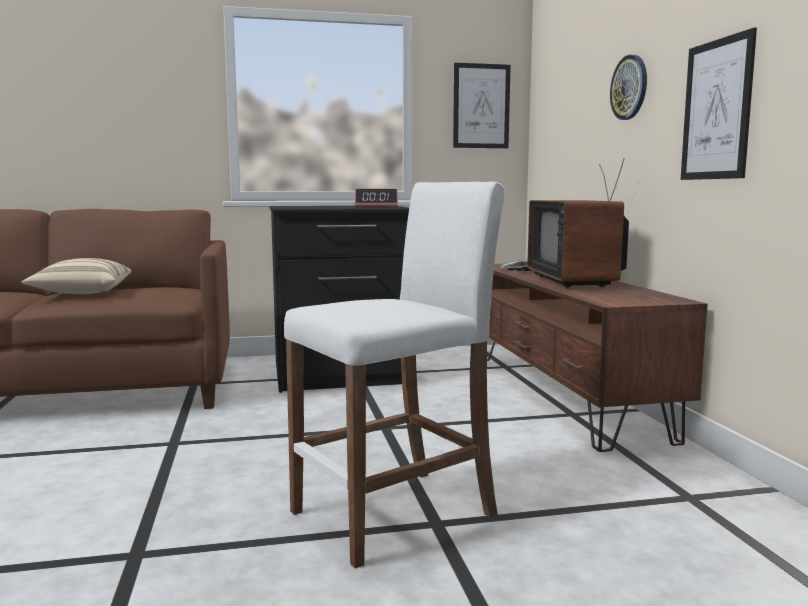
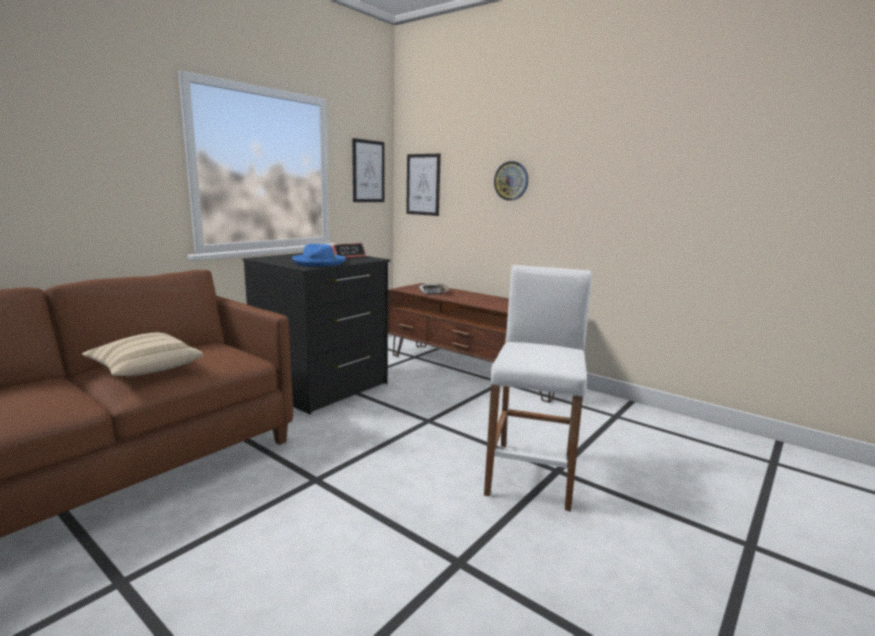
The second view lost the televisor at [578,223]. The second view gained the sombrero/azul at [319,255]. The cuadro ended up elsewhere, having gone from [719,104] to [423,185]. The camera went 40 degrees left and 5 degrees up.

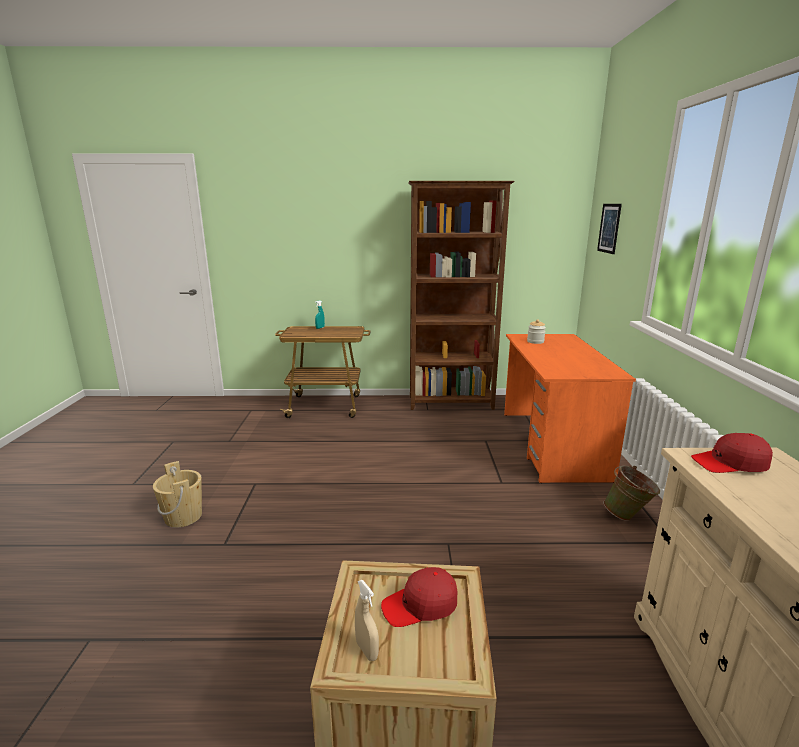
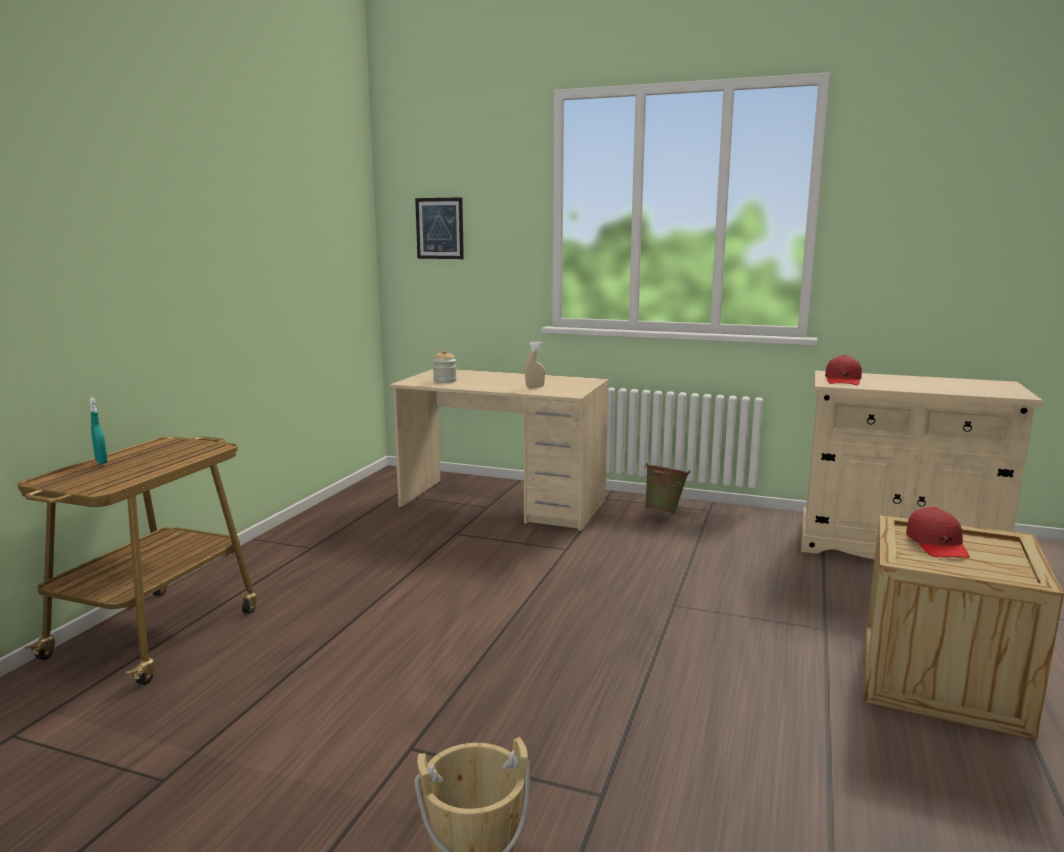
The second view lost the estantería/marrón at [461,295]. The pulverizador/beis ended up elsewhere, having gone from [367,620] to [535,364]. What was the escritorio/naranja at [570,408] turned into the escritorio/beis at [499,450]. The camera went 70 degrees left and 5 degrees down.

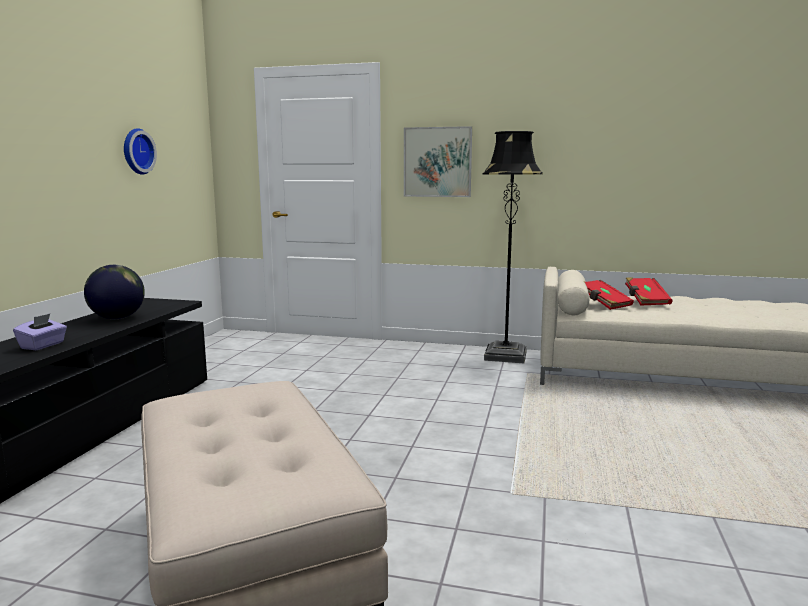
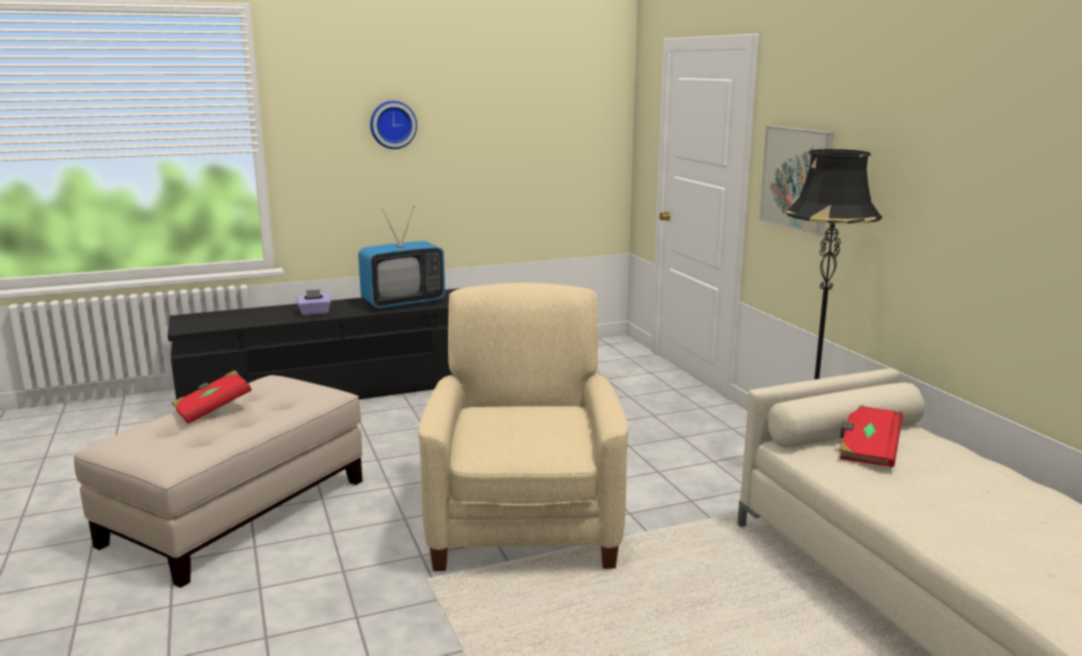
The second view gained the sillón/beis at [523,427]. The reloj de pared ended up elsewhere, having gone from [140,151] to [393,125]. The libro/rojo ended up elsewhere, having gone from [648,291] to [212,397]. Where the globo terráqueo stood at [114,292], the televisor came to stand at [401,258]. The camera went 55 degrees right and 5 degrees up.

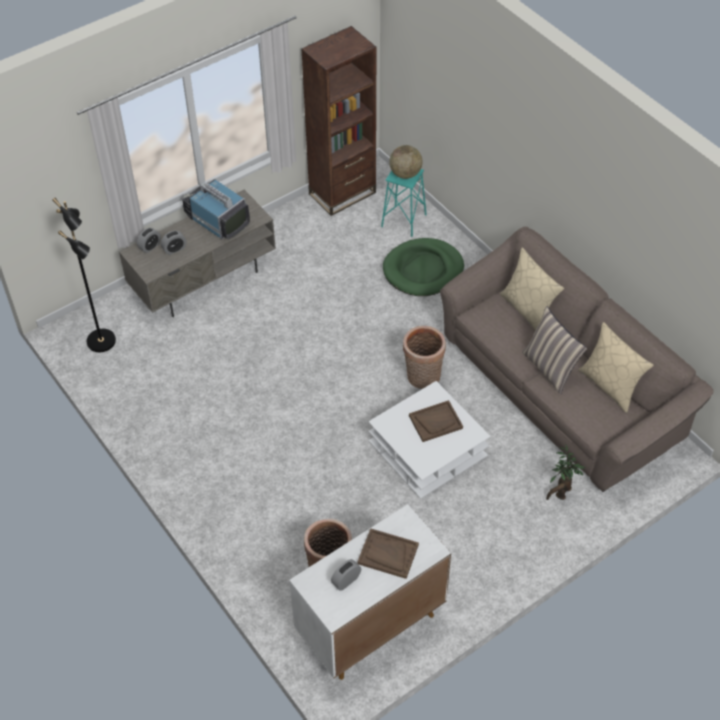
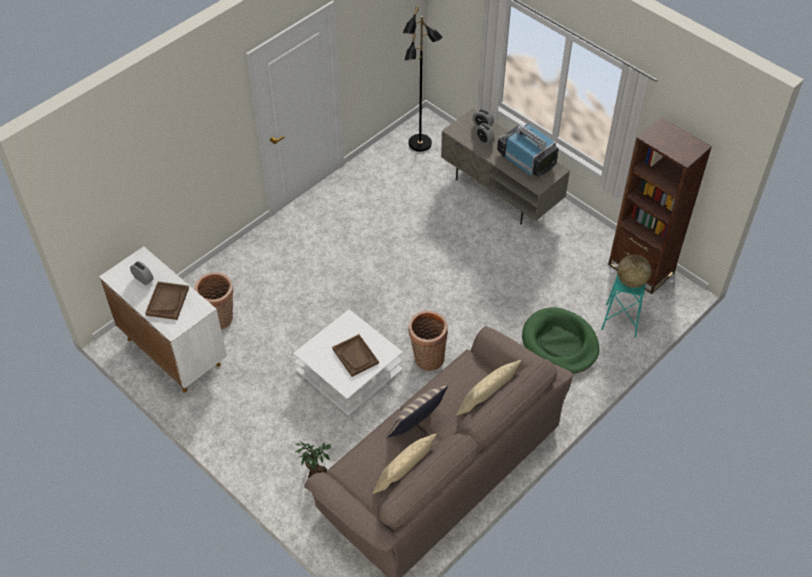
The televisor at [216,209] ended up facing another way, 75 degrees counterclockwise from before. The camera went 80 degrees right and 0 degrees up.

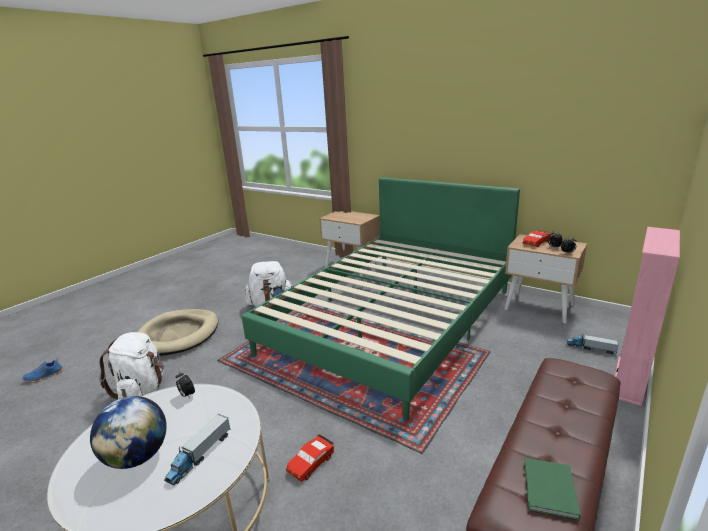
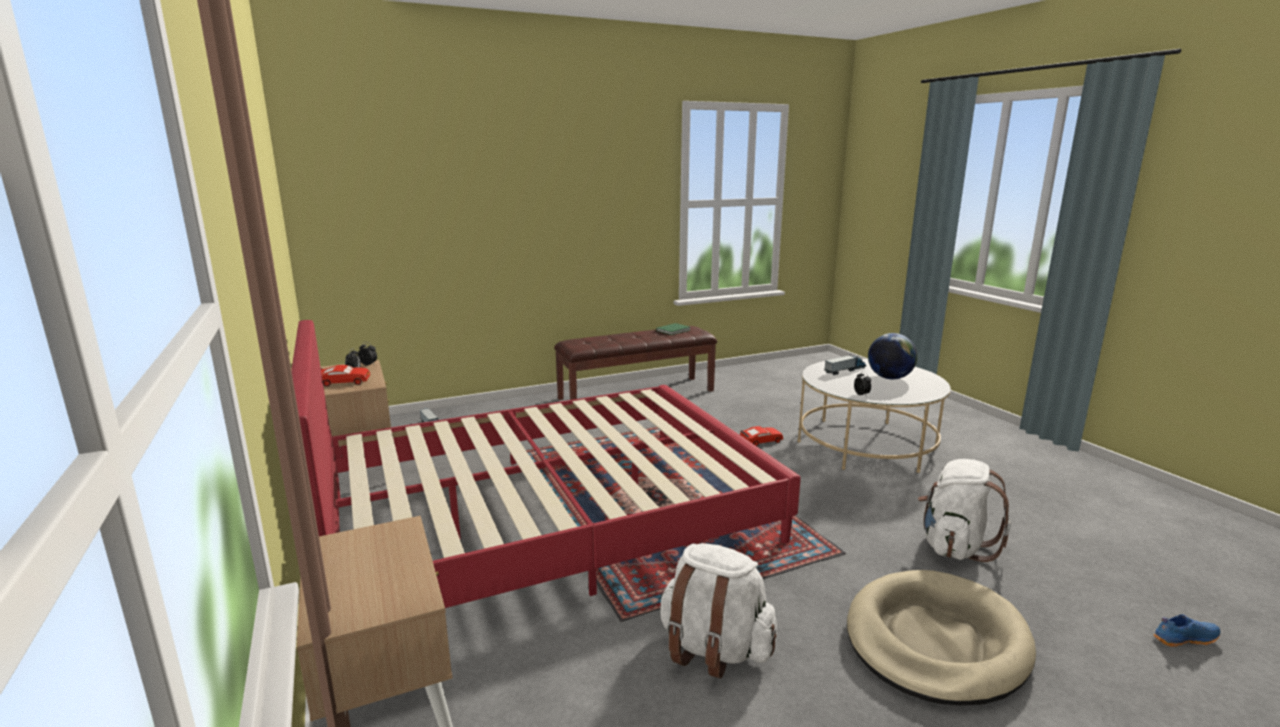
The second view lost the estantería/rosa at [647,317]. What was the cama/verde at [381,298] turned into the cama/rojo at [546,464]. The camera went 150 degrees left and 5 degrees down.

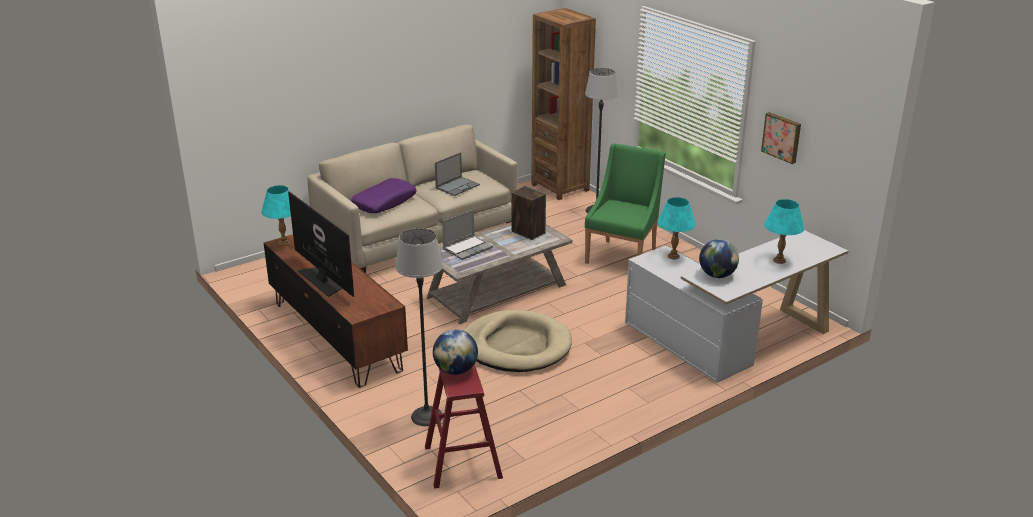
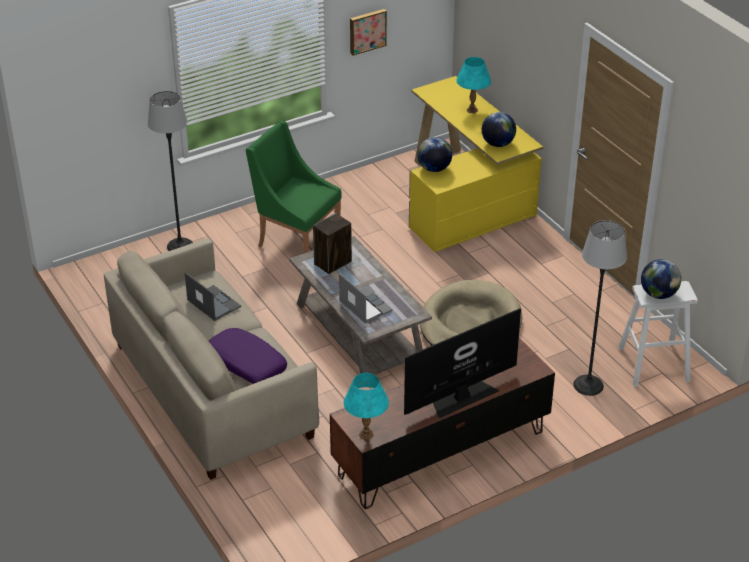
The second view lost the estantería/marrón at [563,104]. Where the lámpara de mesa/turquesa stood at [676,228], the globo terráqueo came to stand at [434,154]. What was the taburete/rojo at [464,426] turned into the taburete/blanco at [658,334]. What was the escritorio/blanco at [736,306] turned into the escritorio/amarillo at [476,164]. The camera went 85 degrees left and 10 degrees up.

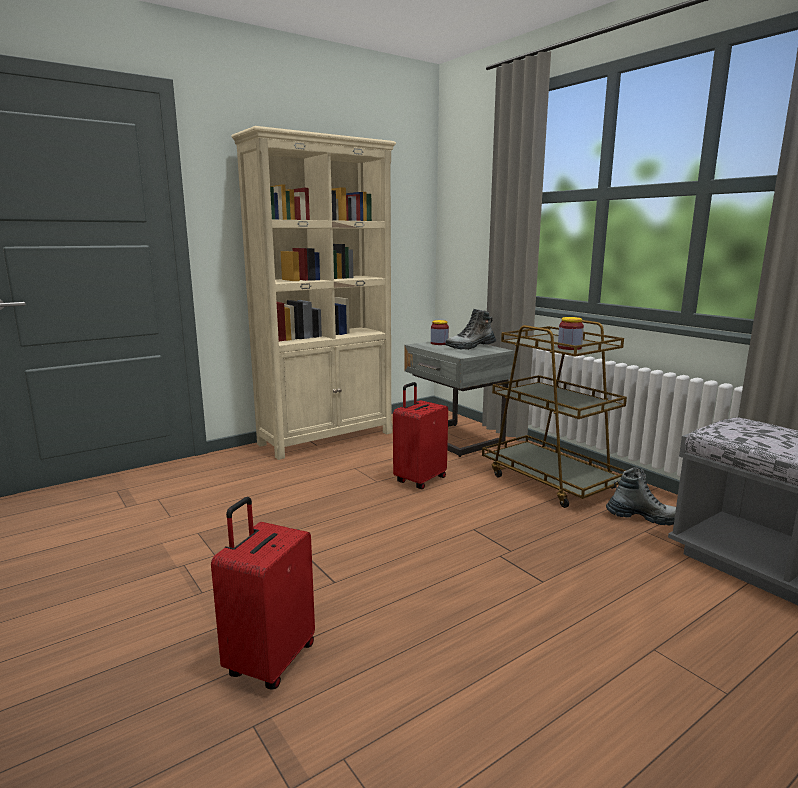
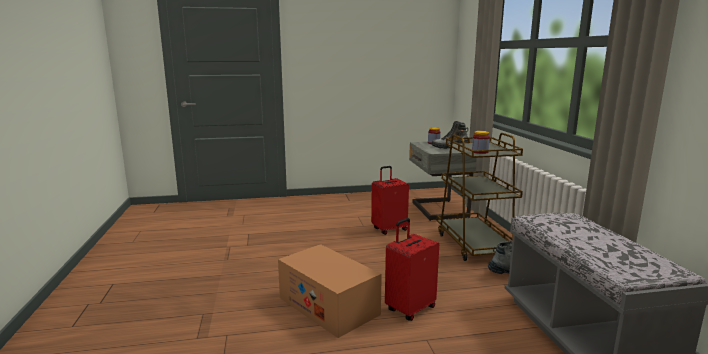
The second view lost the estantería/beis at [313,293]. The second view gained the caja de cartón at [330,291]. The maleta/rojo ended up elsewhere, having gone from [263,593] to [412,269]. The camera went 25 degrees right and 0 degrees up.

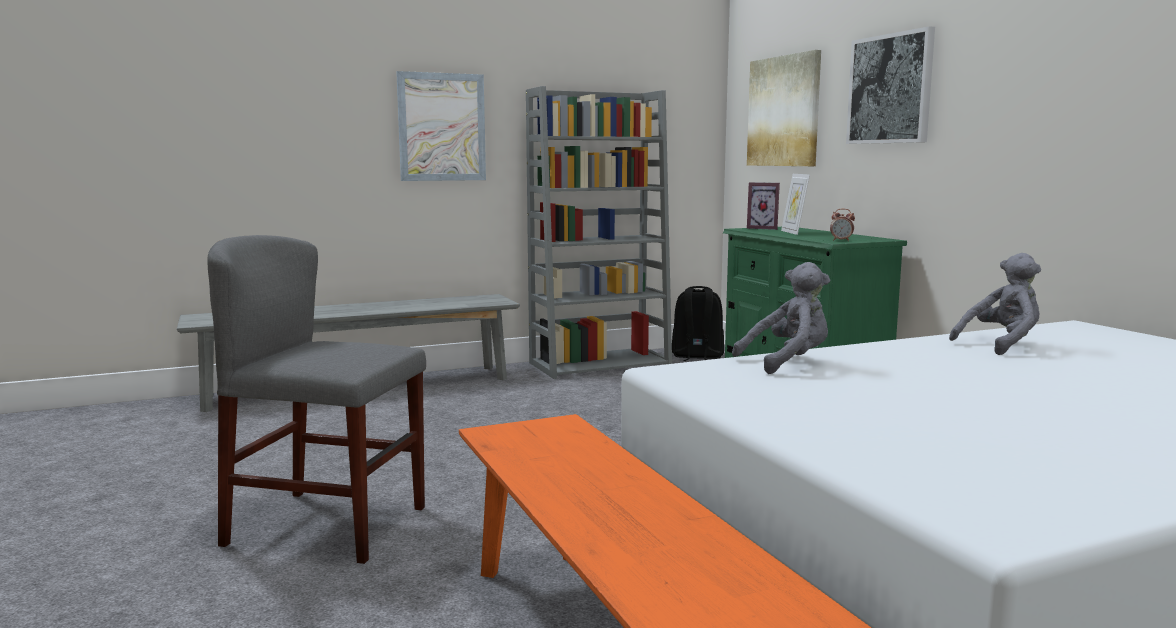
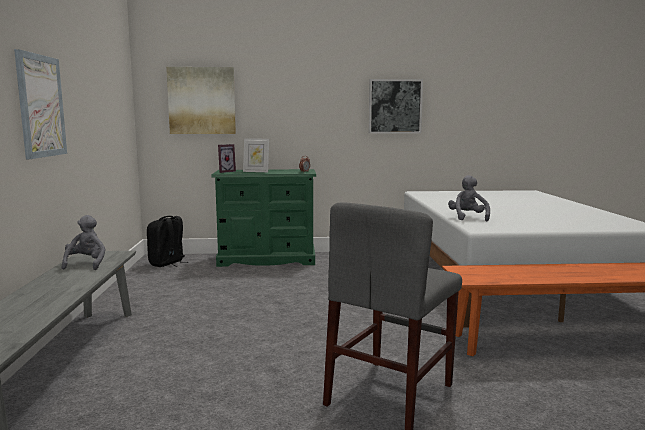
The second view lost the estantería/gris at [599,232]. The cuadro ended up elsewhere, having gone from [890,85] to [396,106]. The peluche/gris ended up elsewhere, having gone from [995,304] to [84,242]. The camera went 70 degrees left and 0 degrees up.

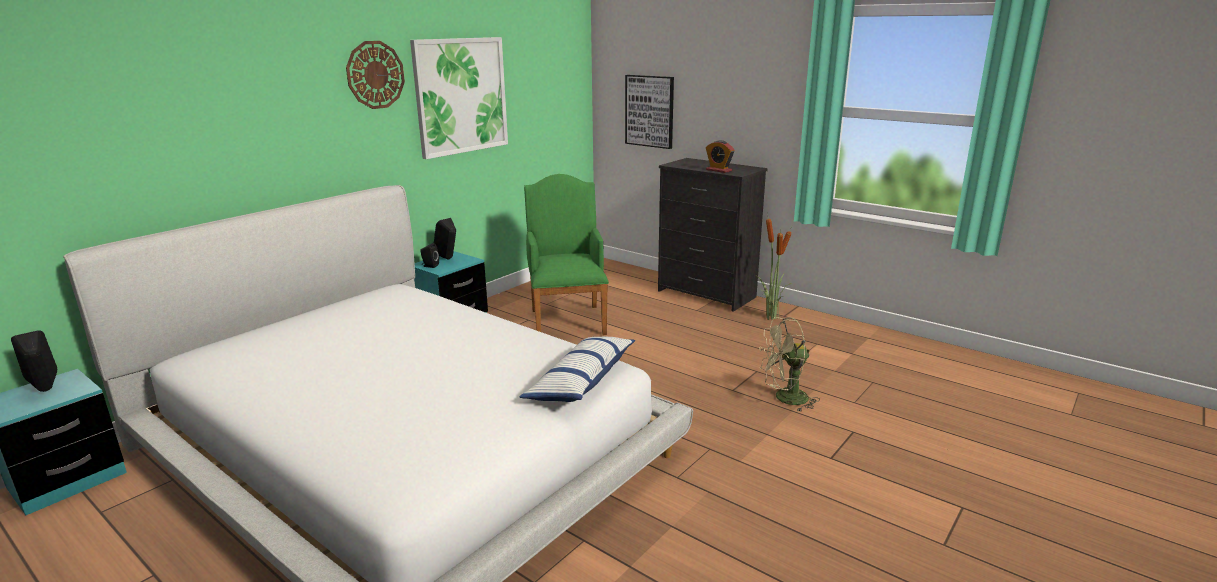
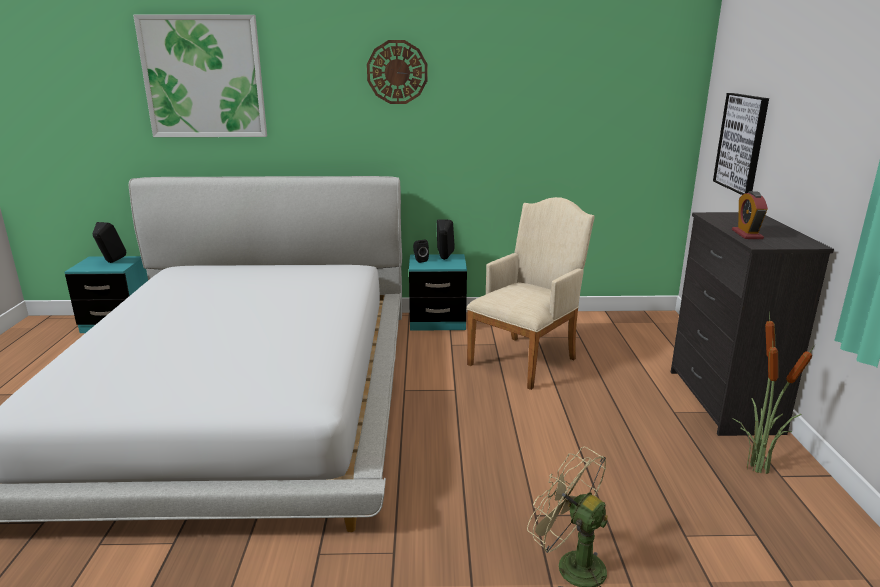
The second view lost the cojín at [577,369]. The cuadro ended up elsewhere, having gone from [459,98] to [200,76]. What was the sillón/verde at [566,254] turned into the sillón/beis at [530,293]. The camera went 50 degrees right and 0 degrees up.

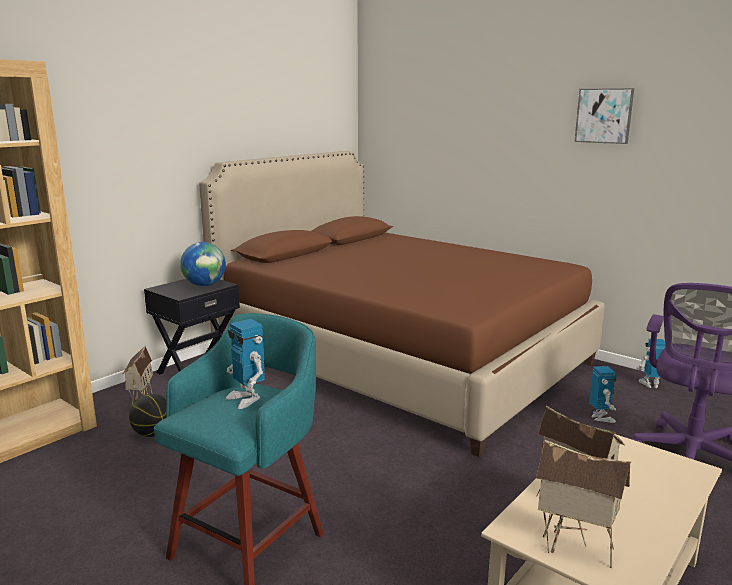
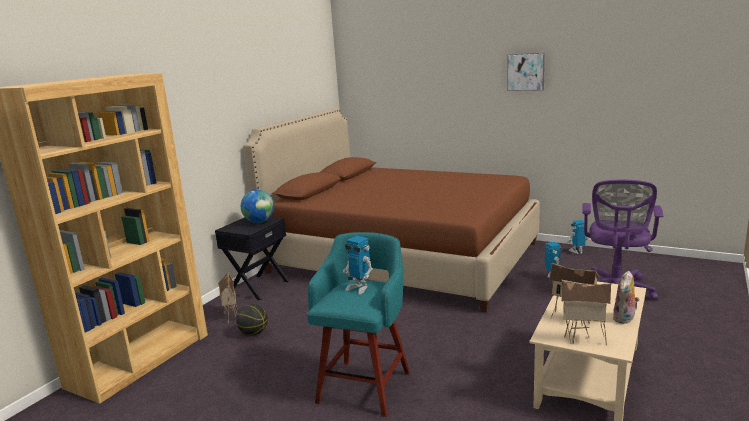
The second view gained the peluche at [626,297]. The camera went 10 degrees left and 0 degrees up.

